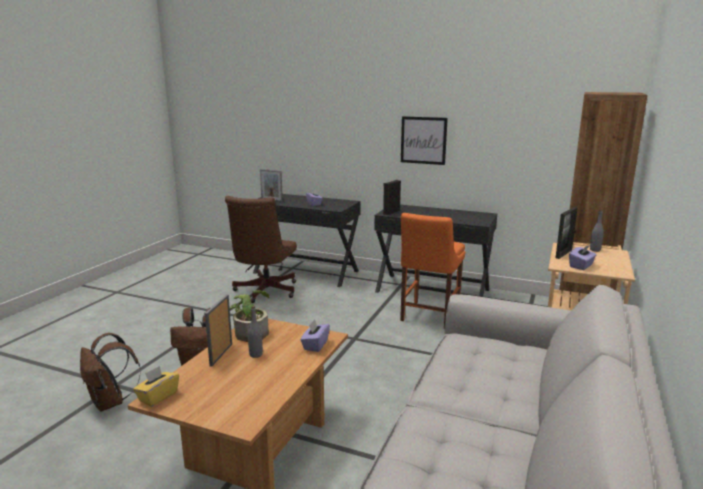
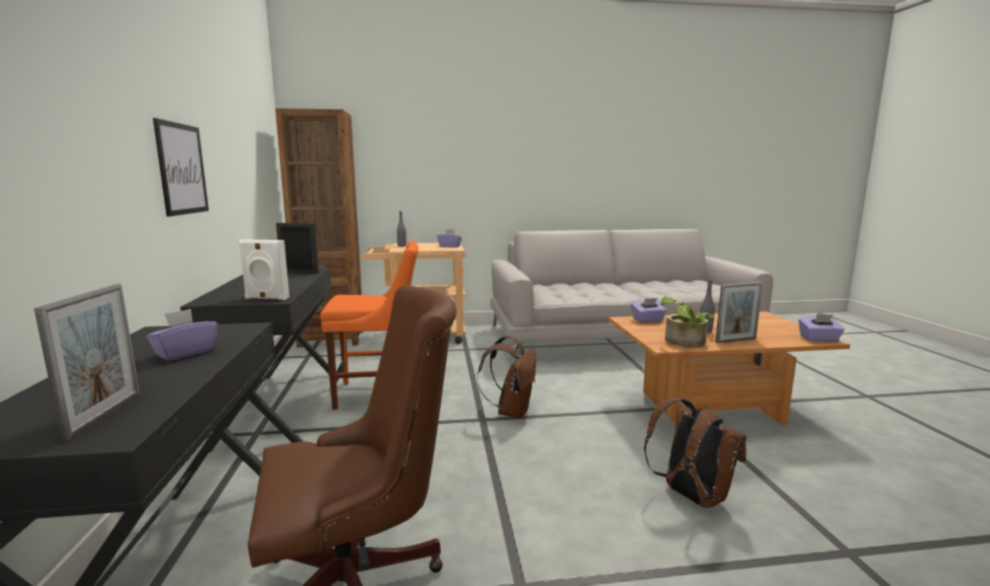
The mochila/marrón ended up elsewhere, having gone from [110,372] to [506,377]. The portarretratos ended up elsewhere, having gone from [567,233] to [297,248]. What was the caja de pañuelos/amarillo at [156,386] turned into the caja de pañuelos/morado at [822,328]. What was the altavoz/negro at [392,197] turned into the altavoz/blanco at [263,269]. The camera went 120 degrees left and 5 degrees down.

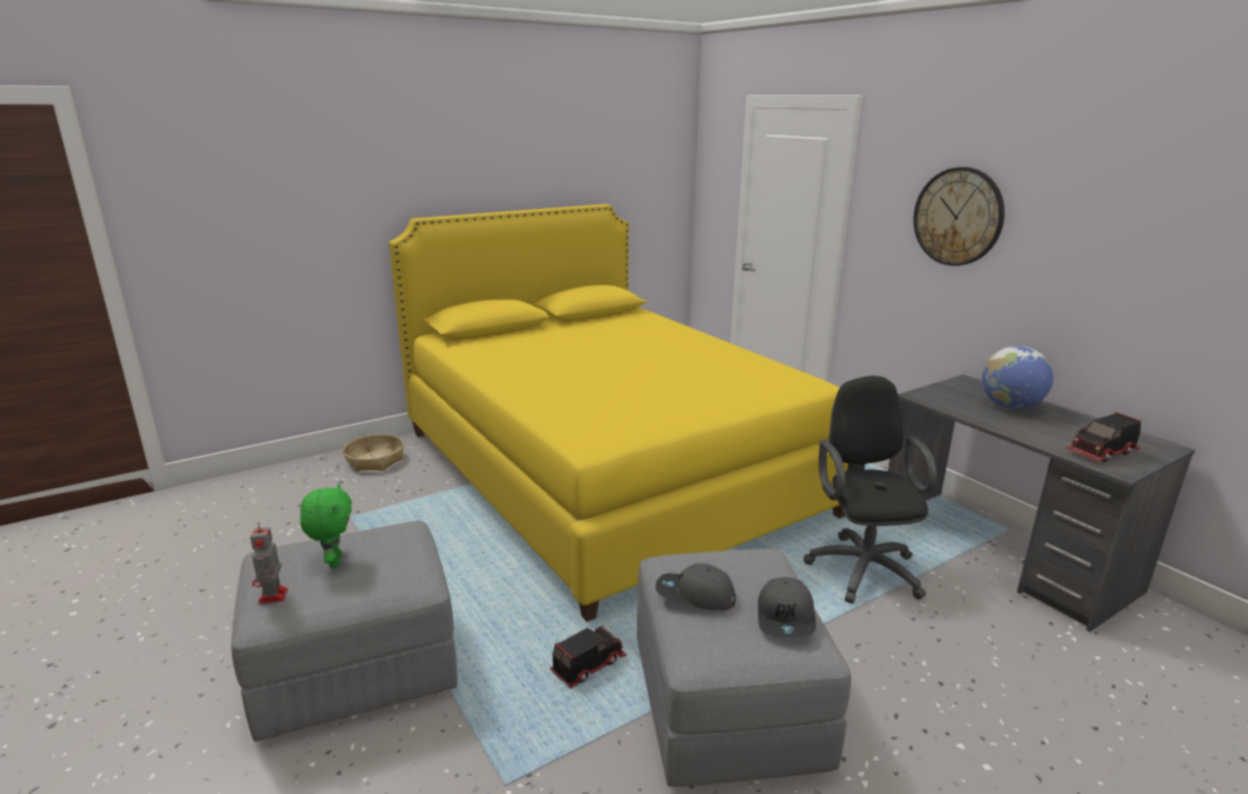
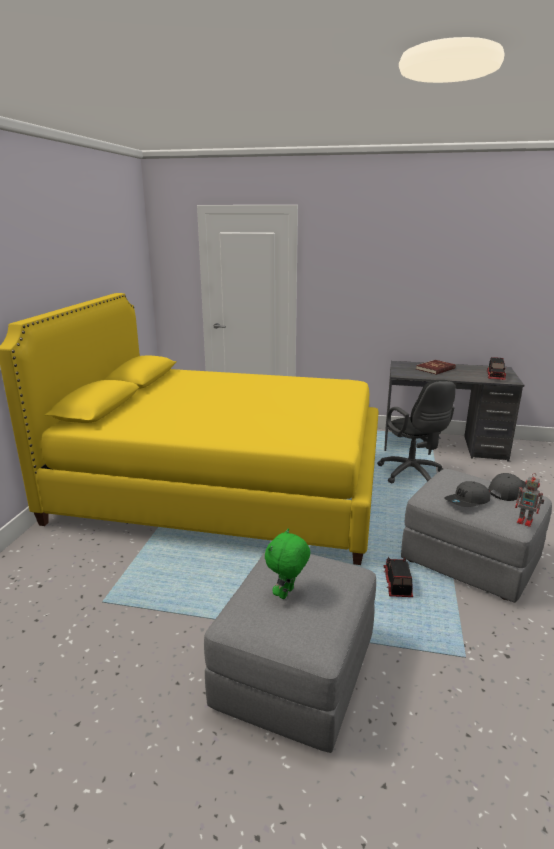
The second view lost the cesta at [373,452]. The second view lost the reloj de pared at [959,216]. The robot de juguete ended up elsewhere, having gone from [269,563] to [529,501]. Where the globo terráqueo stood at [1017,377], the libro/rojo came to stand at [436,367]. The peluche/verde at [326,525] ended up facing another way, 90 degrees counterclockwise from before. The gorra/gris at [787,607] ended up facing another way, 90 degrees counterclockwise from before. The silla de oficina/negro at [870,490] ended up facing another way, 150 degrees counterclockwise from before. The camera went 45 degrees left and 0 degrees up.

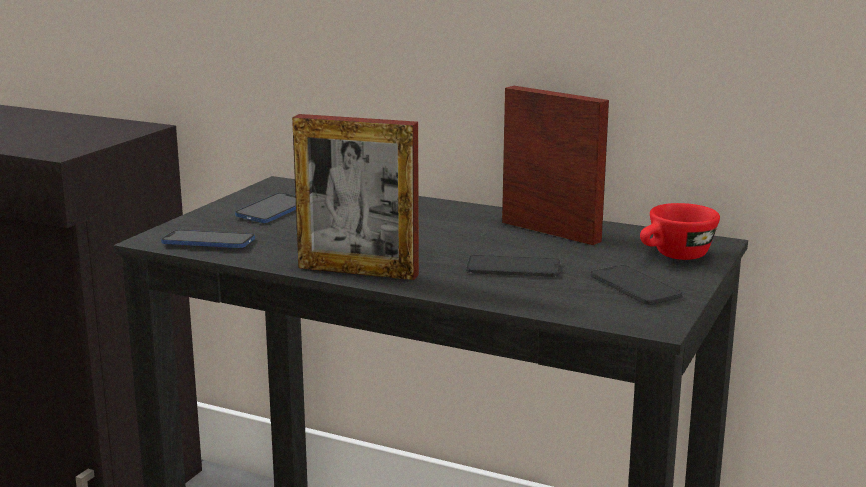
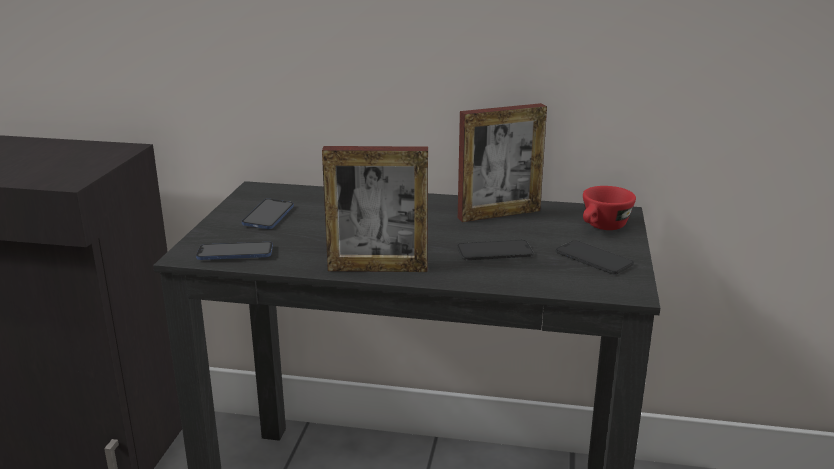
The portarretratos at [555,165] ended up facing another way, 135 degrees clockwise from before. The camera went 15 degrees left and 5 degrees up.

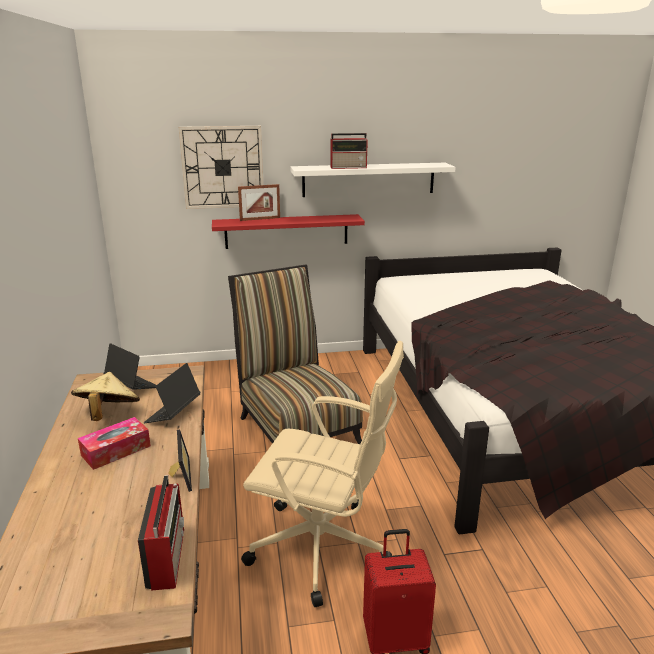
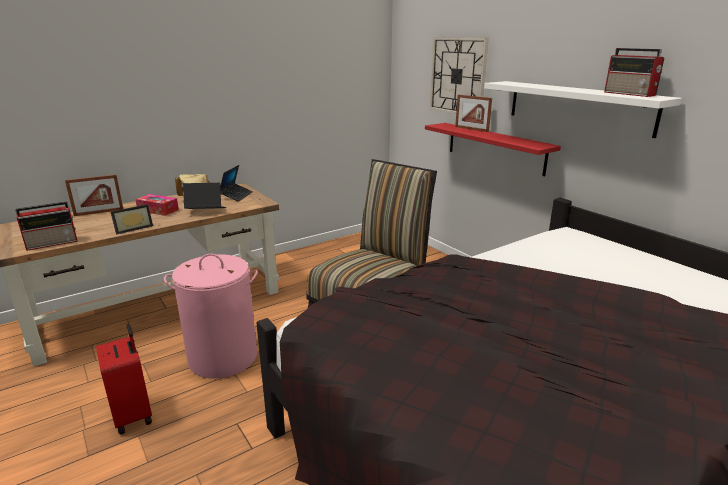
The second view gained the portarretratos at [94,195]. The radio ended up elsewhere, having gone from [349,151] to [634,72]. Where the silla de oficina/beis stood at [322,474], the cesto de la ropa/rosa came to stand at [211,316]. The camera went 65 degrees right and 0 degrees up.

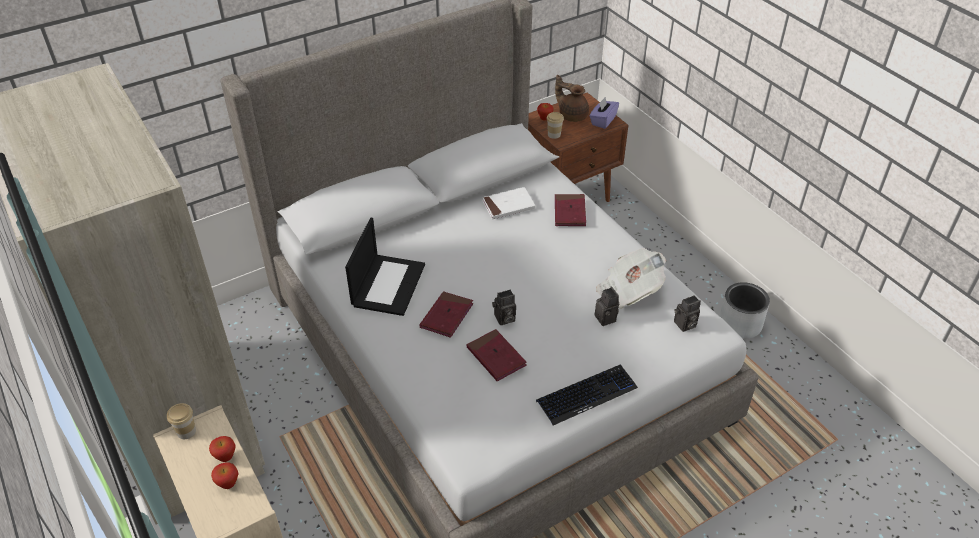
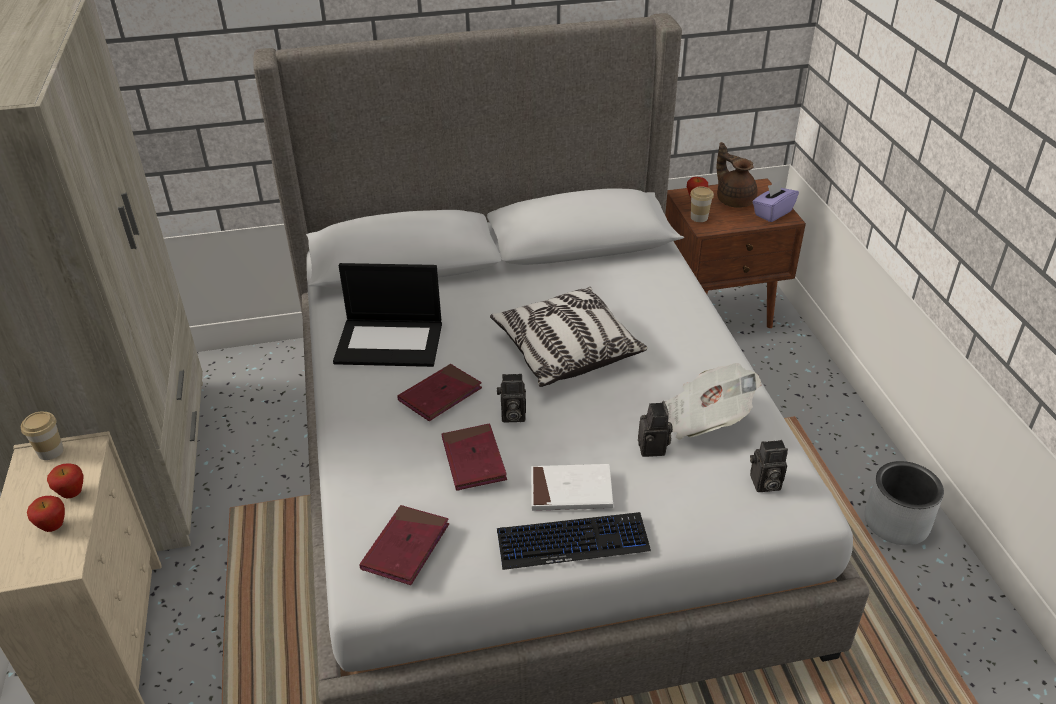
The second view gained the cojín at [569,337]. The libro/blanco ended up elsewhere, having gone from [508,203] to [572,487]. The libro/rojo ended up elsewhere, having gone from [570,210] to [404,545]. The portátil at [385,267] ended up facing another way, 60 degrees clockwise from before. The camera went 20 degrees right and 5 degrees down.

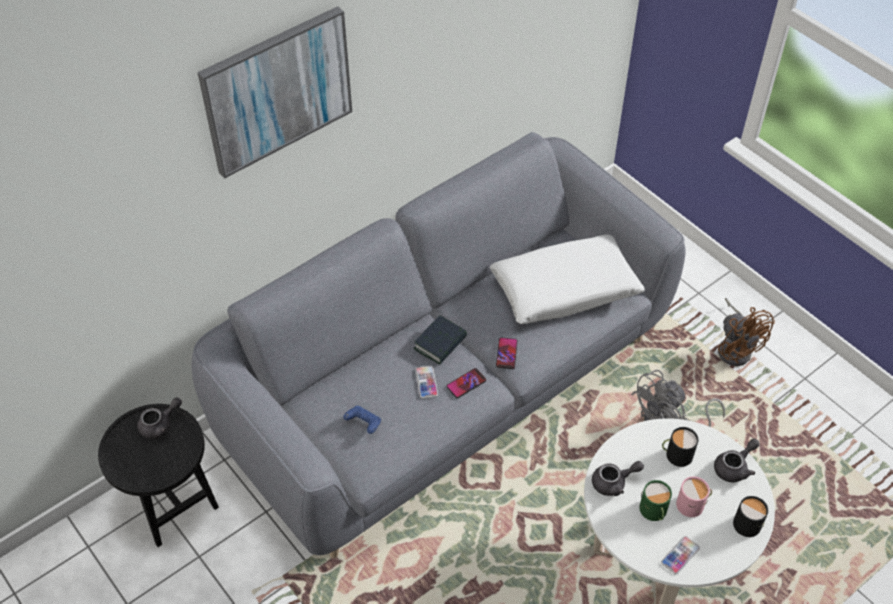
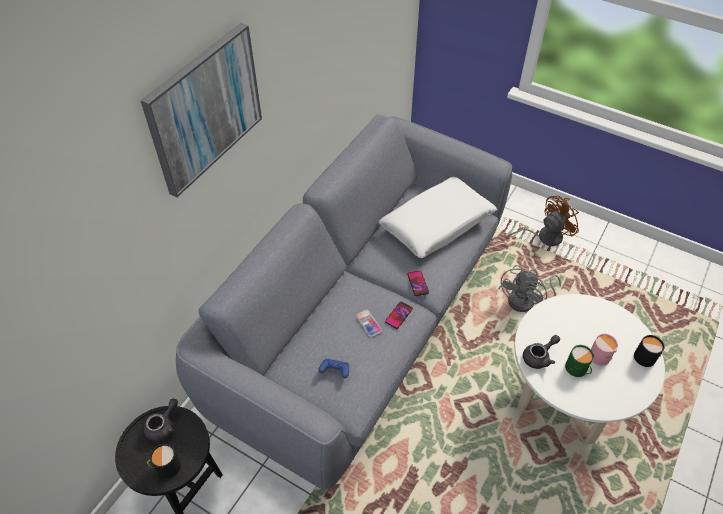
The second view lost the libro at [440,340]. The second view lost the móvil at [680,555]. The second view lost the tetera/gris at [737,460]. The taza grande/negro ended up elsewhere, having gone from [680,447] to [164,461]. The ventilador/marrón at [746,332] ended up facing another way, 75 degrees counterclockwise from before. The camera went 20 degrees left and 0 degrees up.

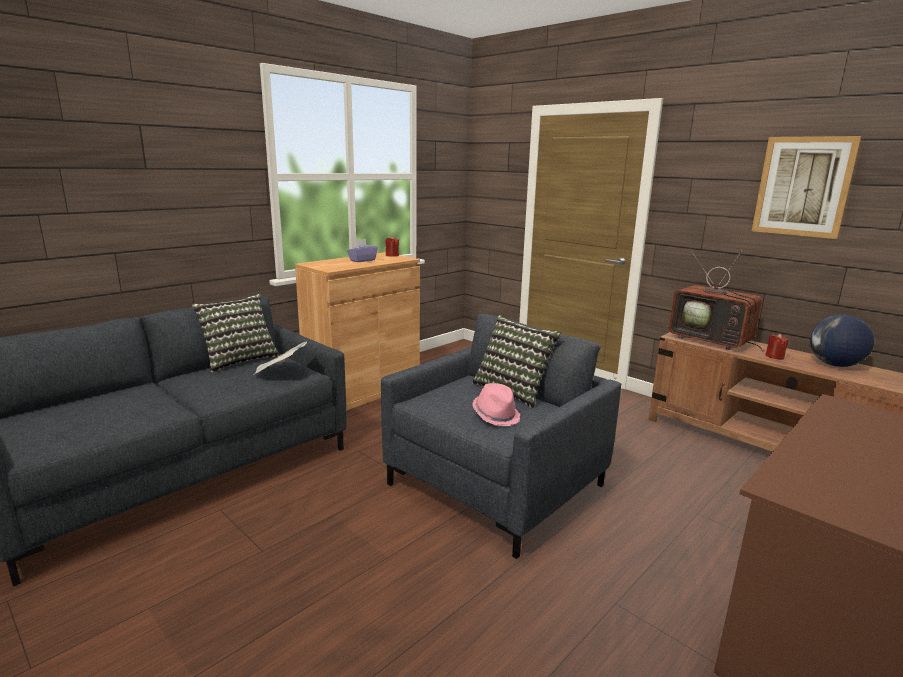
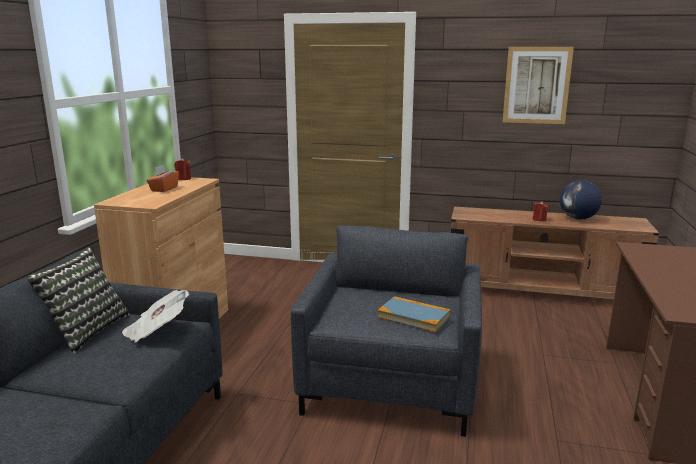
The second view lost the cojín at [516,362]. The second view lost the televisor at [716,300]. Where the sombrero/rosa stood at [496,404], the libro came to stand at [414,314]. What was the caja de pañuelos/morado at [362,250] turned into the caja de pañuelos/naranja at [163,178]. The camera went 30 degrees left and 0 degrees up.

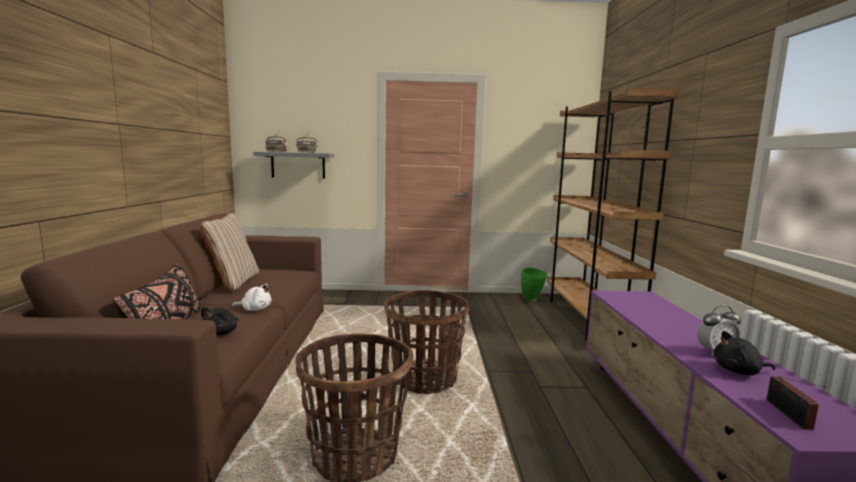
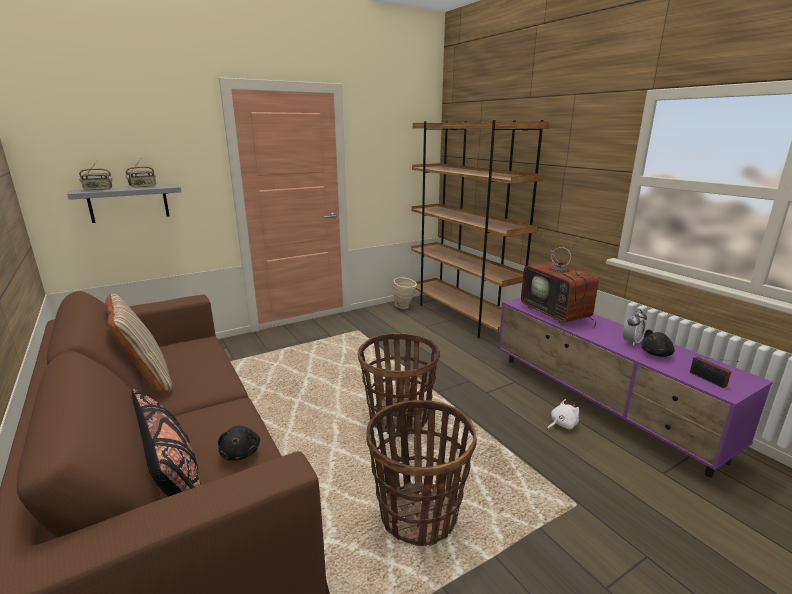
The second view gained the televisor at [560,280]. The peluche/blanco ended up elsewhere, having gone from [252,297] to [563,414]. What was the florero/verde at [534,284] turned into the florero/beis at [405,293]. The camera went 30 degrees left and 10 degrees up.

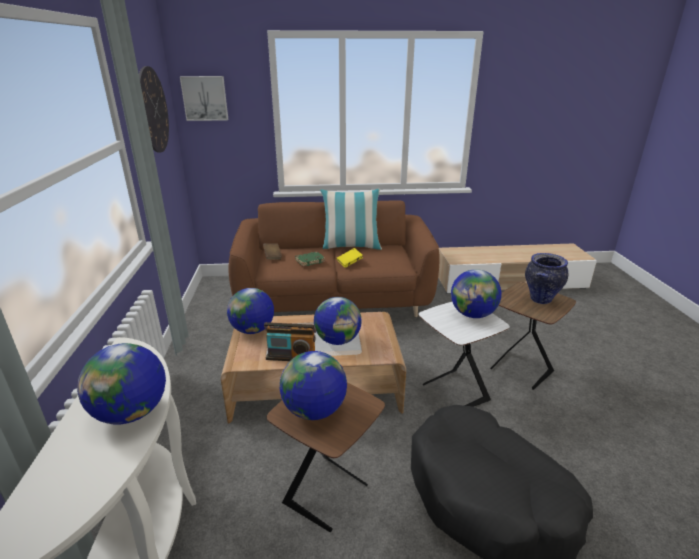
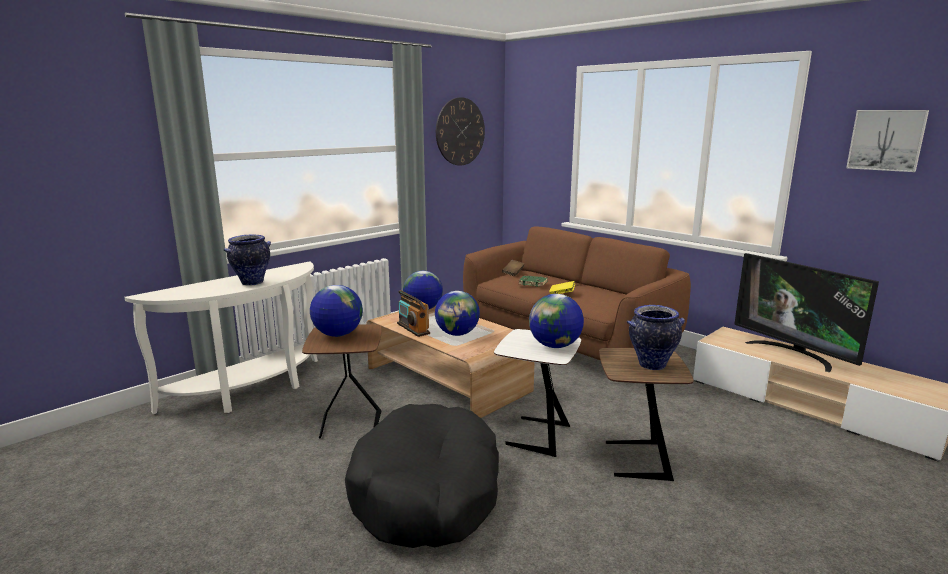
The second view lost the cojín at [351,219]. The second view gained the televisor at [806,312]. The cuadro ended up elsewhere, having gone from [204,98] to [887,141]. Where the globo terráqueo stood at [121,384], the florero came to stand at [247,260]. The camera went 50 degrees right and 10 degrees down.

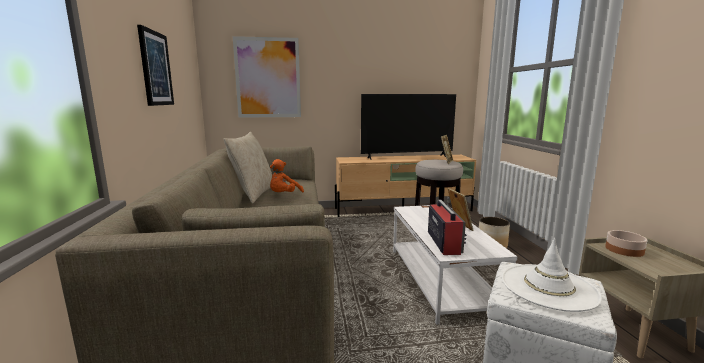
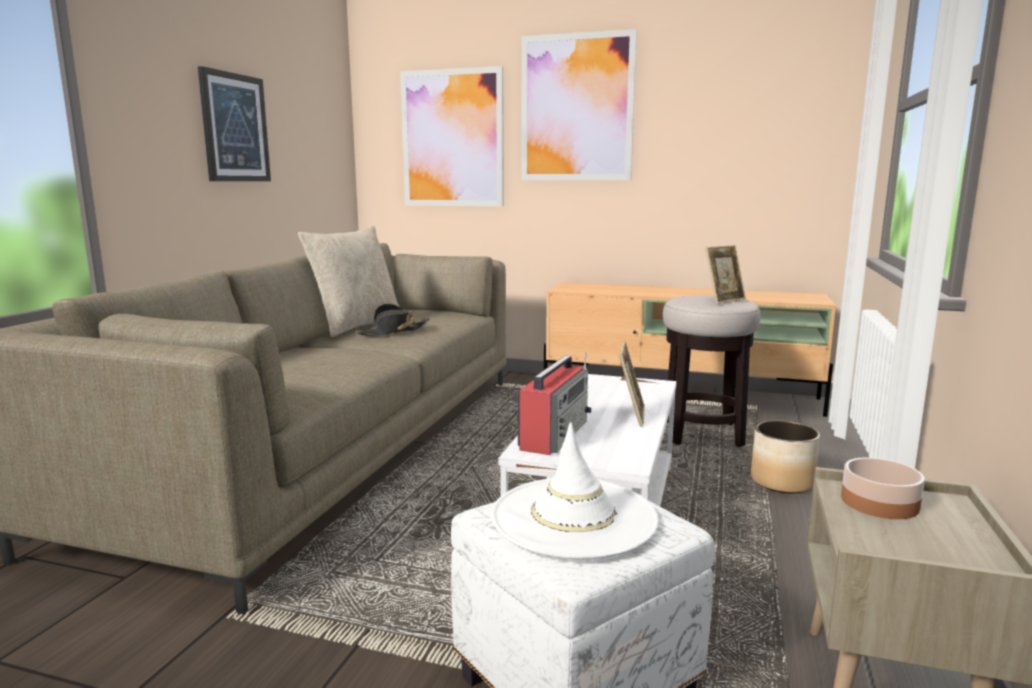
The second view lost the televisor at [408,127]. The second view gained the cuadro at [579,104]. Where the peluche/naranja stood at [287,175], the sombrero/negro came to stand at [392,320]. The camera went 25 degrees right and 0 degrees up.

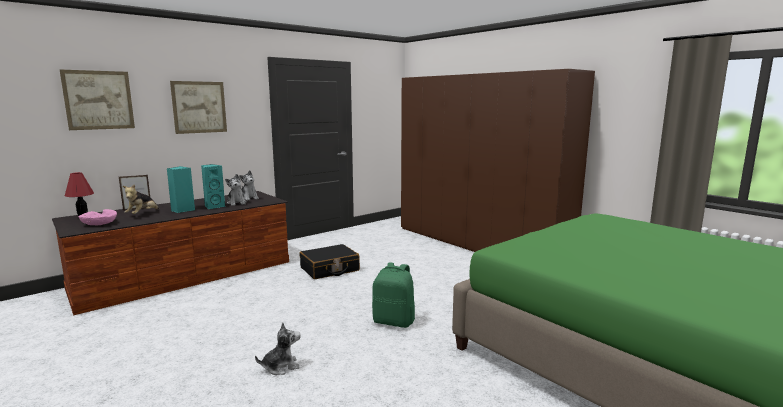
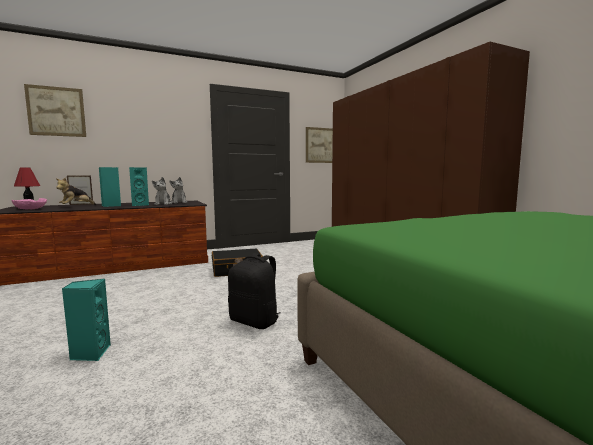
The cuadro ended up elsewhere, having gone from [198,107] to [319,145]. Where the peluche stood at [278,349], the altavoz/turquesa came to stand at [86,320]. What was the mochila/verde at [393,295] turned into the mochila/negro at [254,291]. The camera went 15 degrees right and 5 degrees down.

